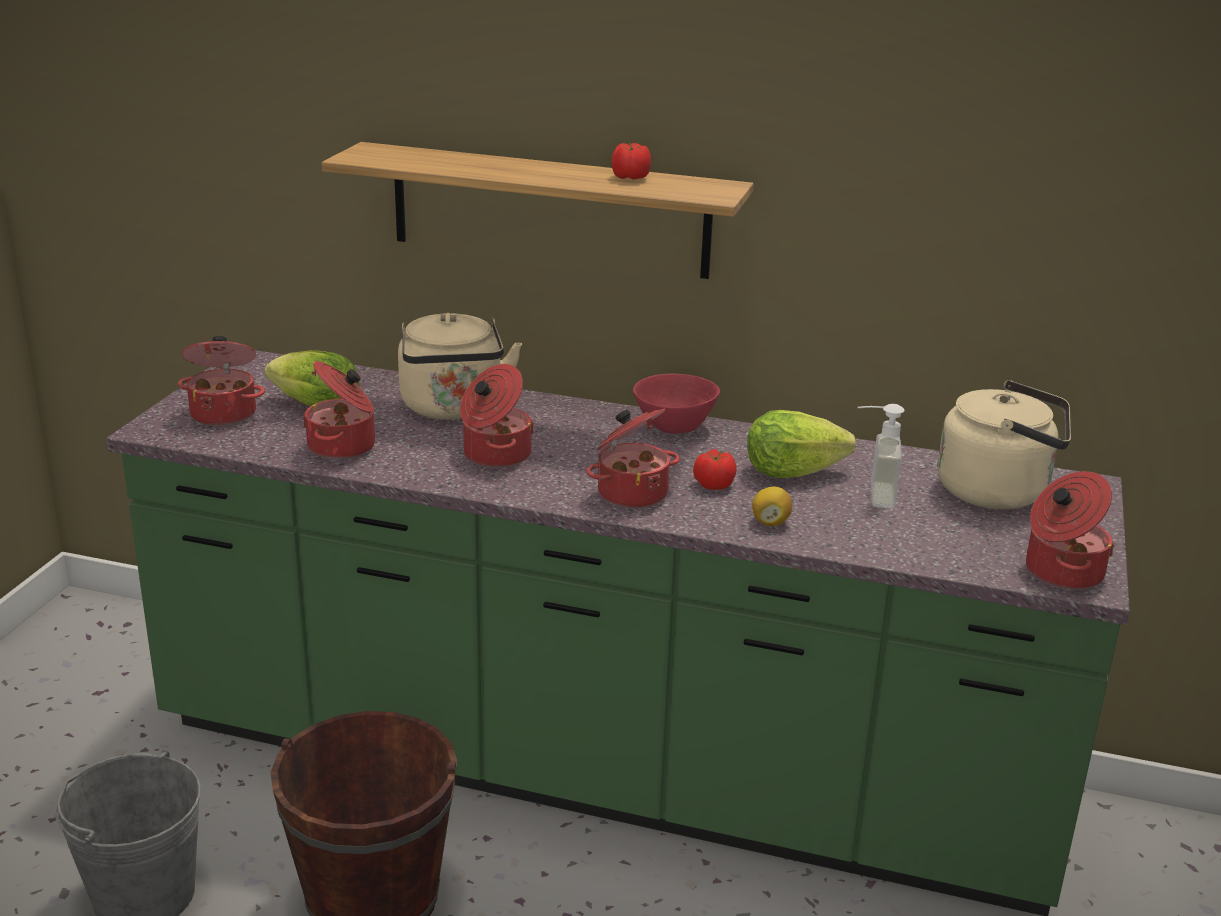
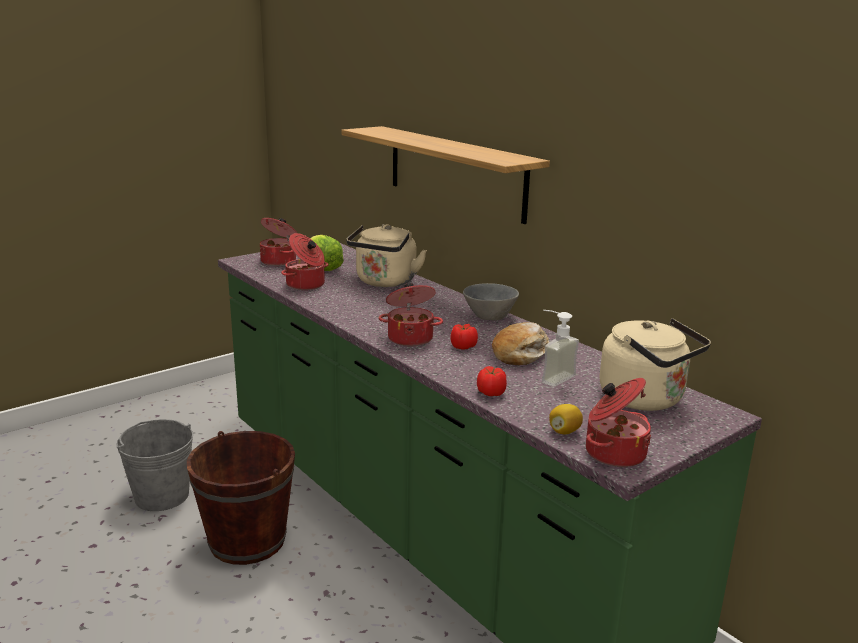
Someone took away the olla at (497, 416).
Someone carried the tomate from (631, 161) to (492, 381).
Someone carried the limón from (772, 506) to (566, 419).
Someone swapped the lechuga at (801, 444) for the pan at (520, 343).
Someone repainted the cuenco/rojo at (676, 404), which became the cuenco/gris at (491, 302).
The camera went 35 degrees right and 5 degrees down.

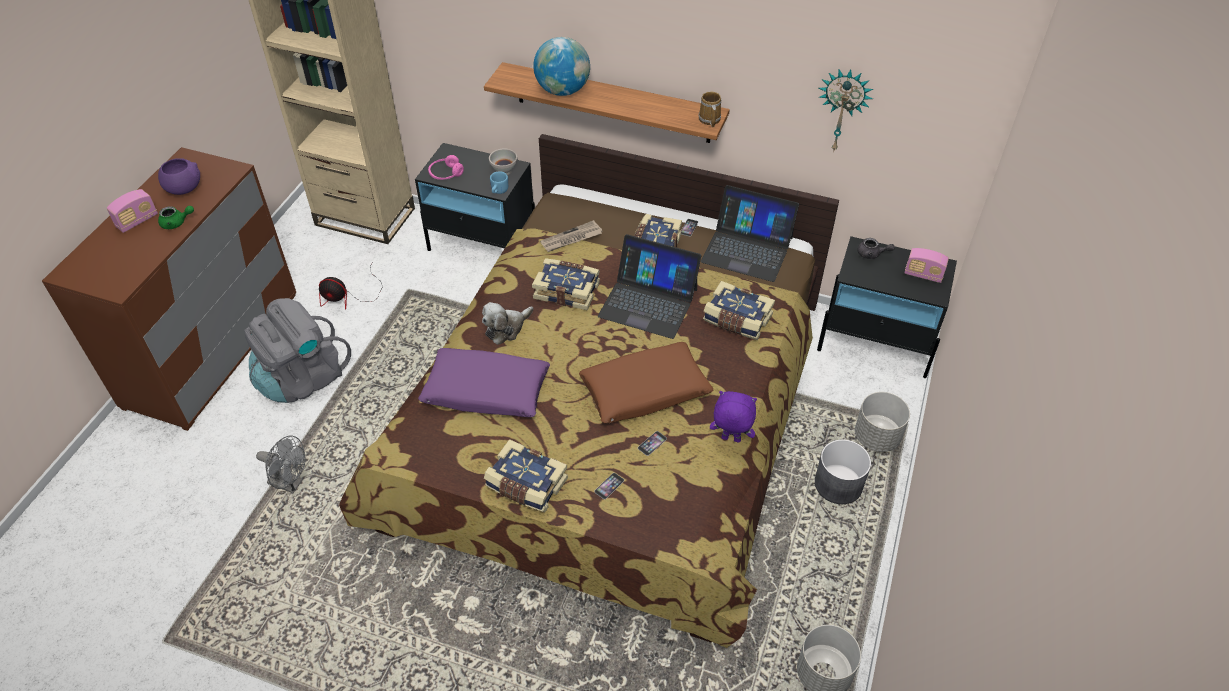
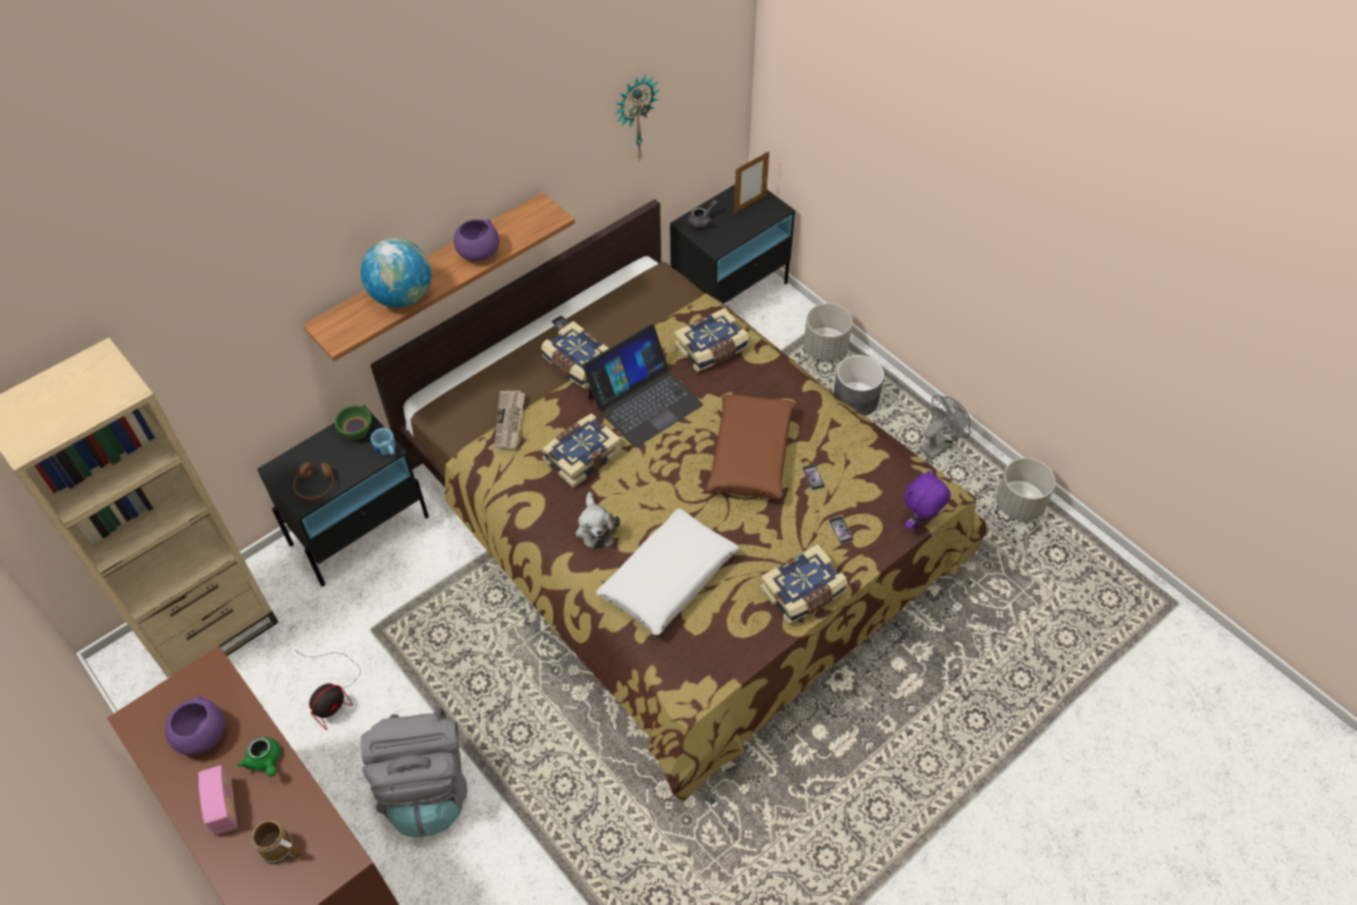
Someone took away the portátil at (750, 233).
Someone put down the cuenco/morado at (476, 240).
Someone carried the ventilador/gris from (281, 464) to (945, 427).
Someone carried the taza grande from (709, 109) to (276, 842).
Someone carried the peluche/morado from (733, 417) to (927, 499).
Someone swapped the radio at (927, 265) for the portarretratos at (751, 182).
Someone repainted the cojín/morado at (484, 382), which became the cojín/blanco at (667, 571).
Someone repainted the auriculares/rosa at (446, 167), which became the auriculares/marrón at (313, 481).
Someone repainted the cuenco/blanco at (503, 162), which became the cuenco/verde at (353, 423).
Someone rotated the tetera/verde at (176, 217) by 120 degrees clockwise.
The camera went 60 degrees left and 5 degrees up.

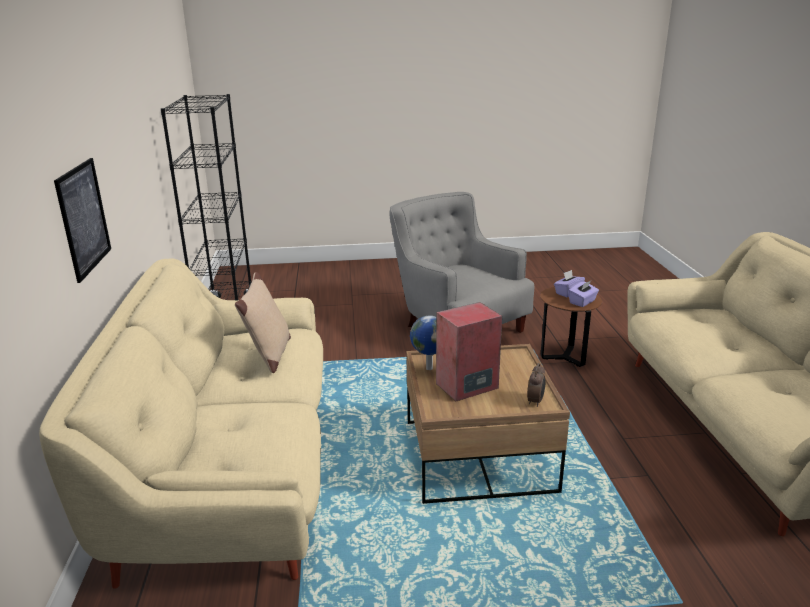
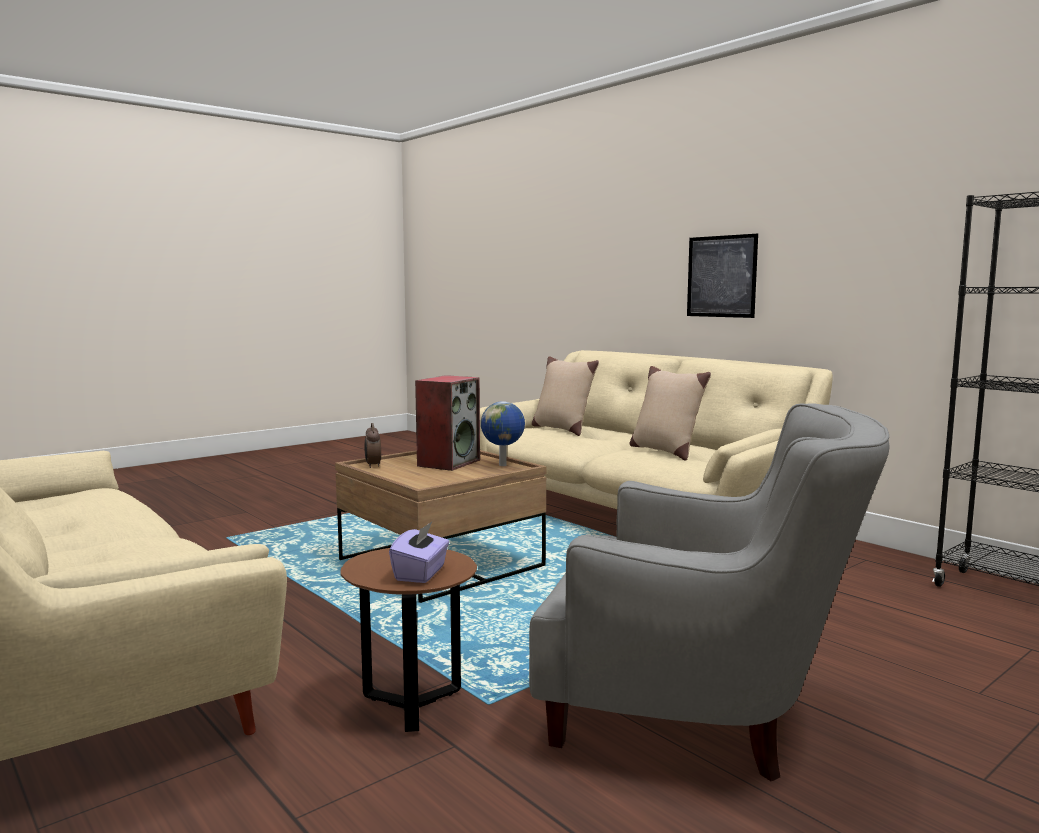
Someone took away the caja de pañuelos/morado at (583, 294).
Someone put down the cojín/beis at (565, 396).
The camera went 145 degrees right and 15 degrees down.

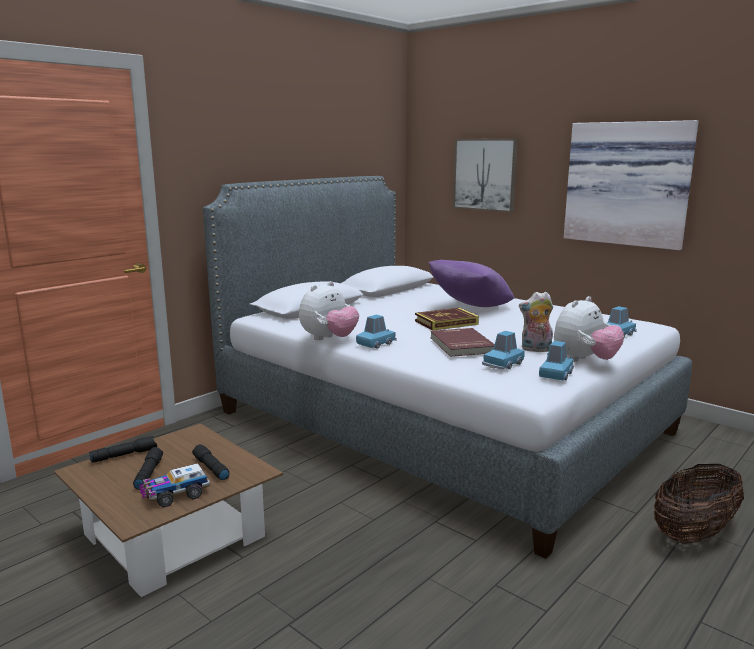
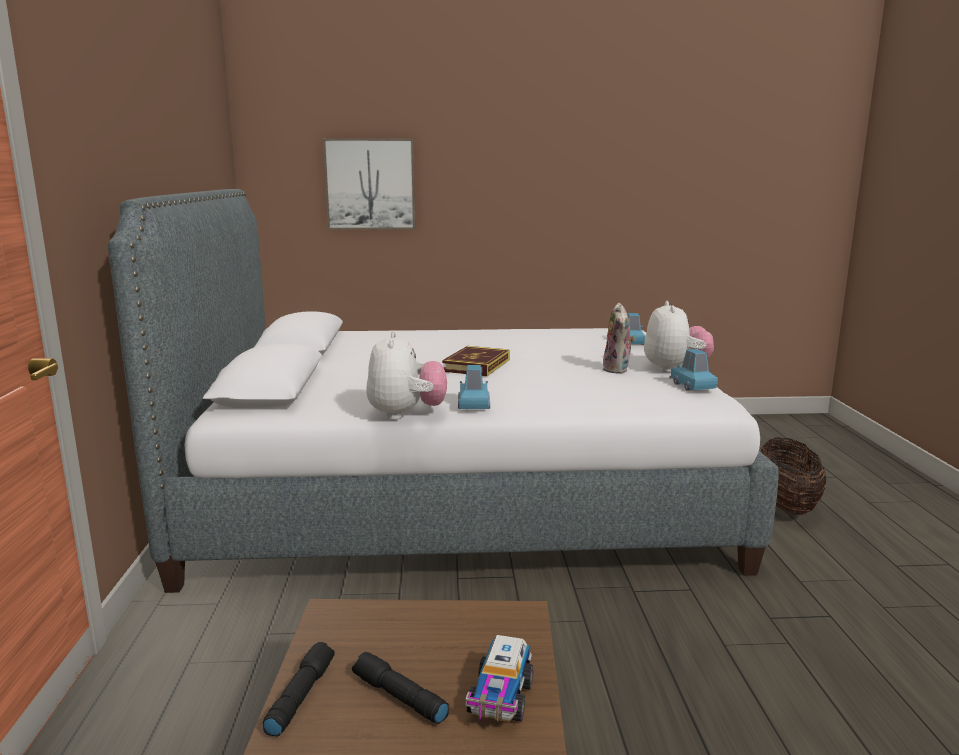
Someone took away the linterna/negro at (210, 462).
Someone took away the cojín/morado at (471, 283).
Someone took away the libro/rojo at (462, 342).
Someone took away the coche de juguete/azul at (503, 350).
Someone took away the cuadro at (631, 185).
Someone rotated the peluche at (536, 322) by 45 degrees counterclockwise.
The camera went 45 degrees left and 0 degrees up.

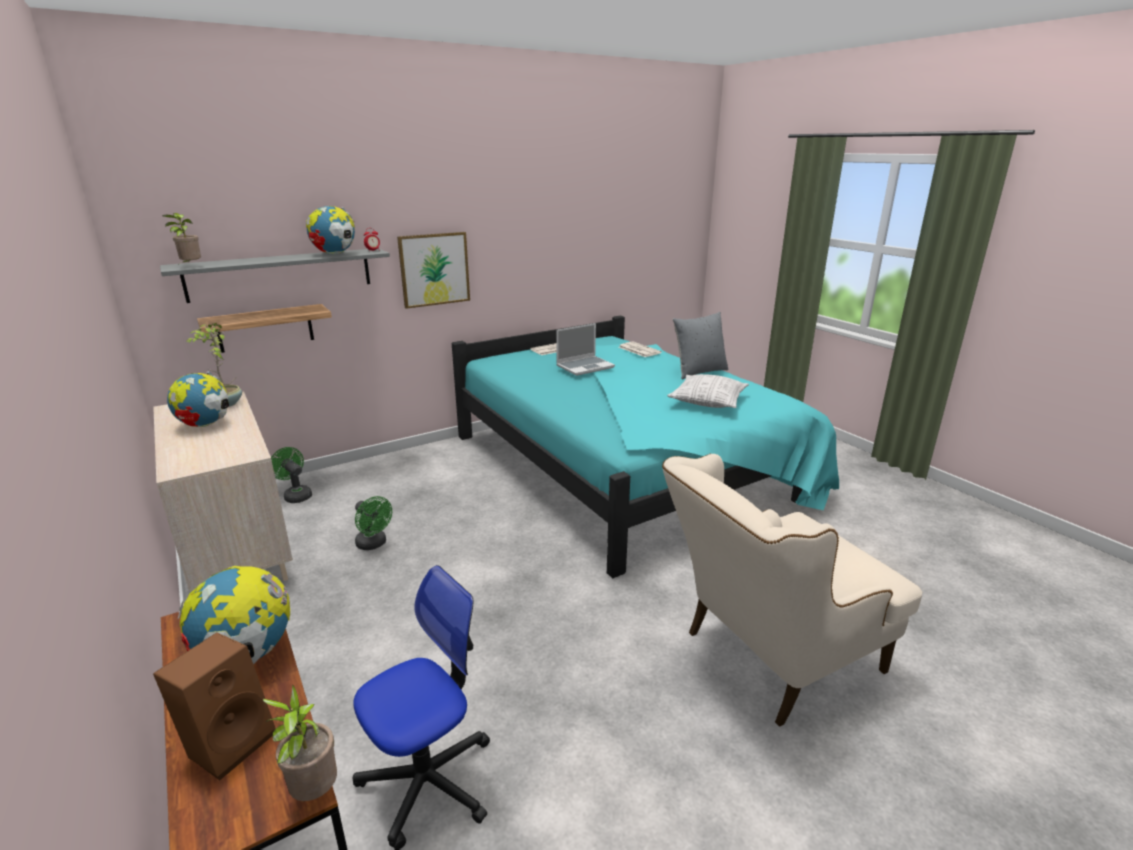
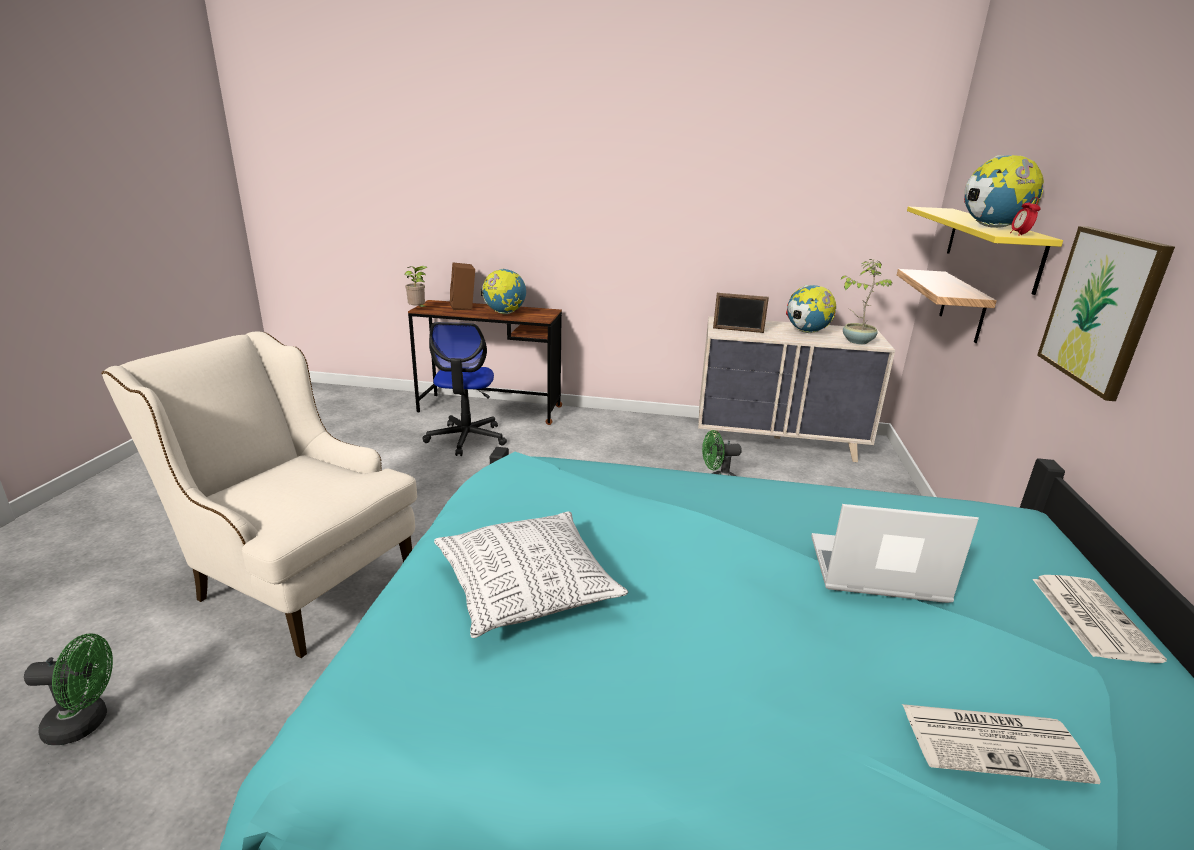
Someone took away the planta en maceta at (182, 239).
Someone took away the cojín/gris at (700, 345).
Someone put down the portarretratos at (741, 313).
Someone carried the ventilador/verde from (291, 475) to (68, 689).
Someone repainted the estante/gris at (275, 275), which became the estante/amarillo at (985, 251).
Someone rotated the portátil at (585, 349) by 90 degrees clockwise.
Someone rotated the sillón/beis at (792, 590) by 75 degrees counterclockwise.
The camera went 130 degrees right and 0 degrees up.

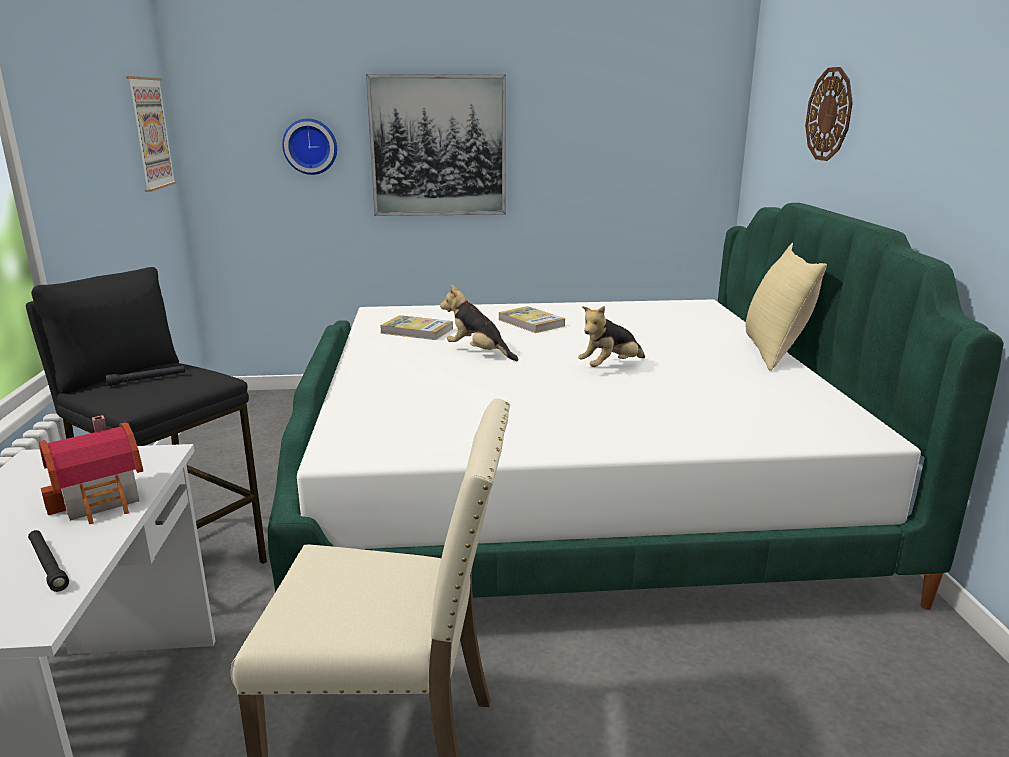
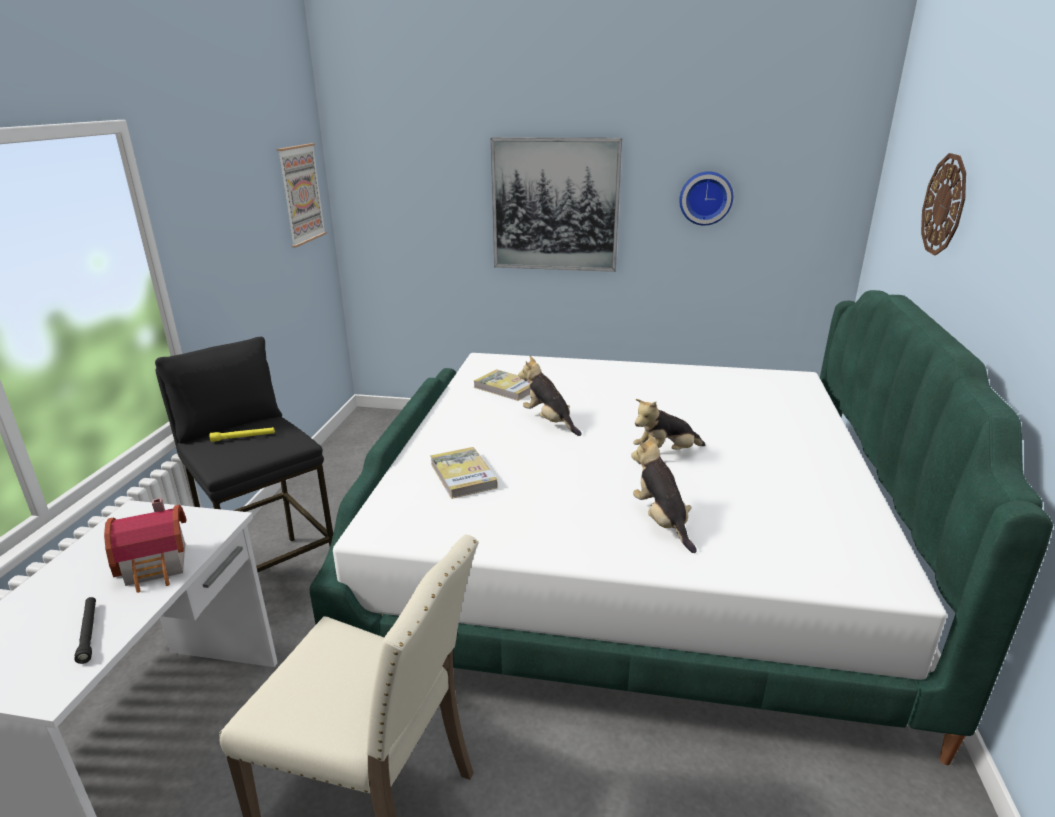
Someone took away the cojín/beis at (786, 307).
Someone put down the peluche at (664, 493).
Someone carried the reloj de pared from (309, 147) to (706, 198).
Someone carried the libro from (531, 319) to (464, 473).
Someone repainted the linterna/negro at (145, 375), which became the linterna/amarillo at (242, 434).
The camera went 15 degrees right and 5 degrees up.

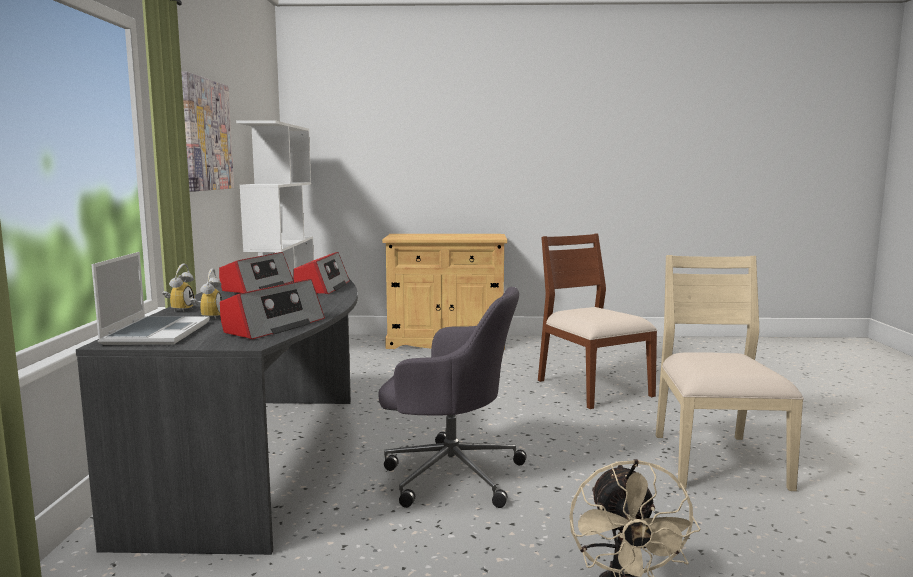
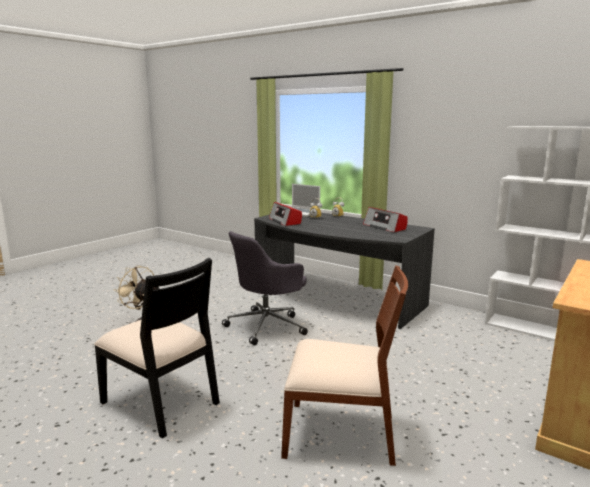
Someone took away the cuadro at (207, 132).
Someone took away the radio at (321, 273).
Someone repainted the silla/beis at (730, 373), which became the silla/negro at (157, 348).
The camera went 125 degrees right and 5 degrees up.

